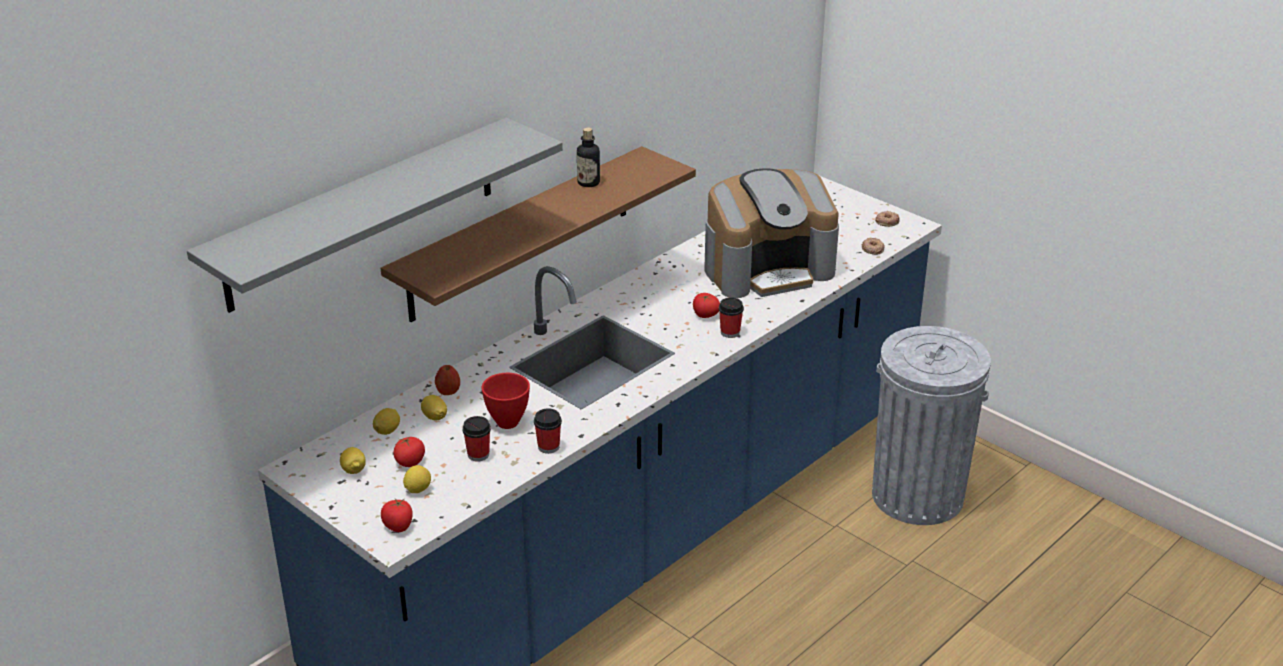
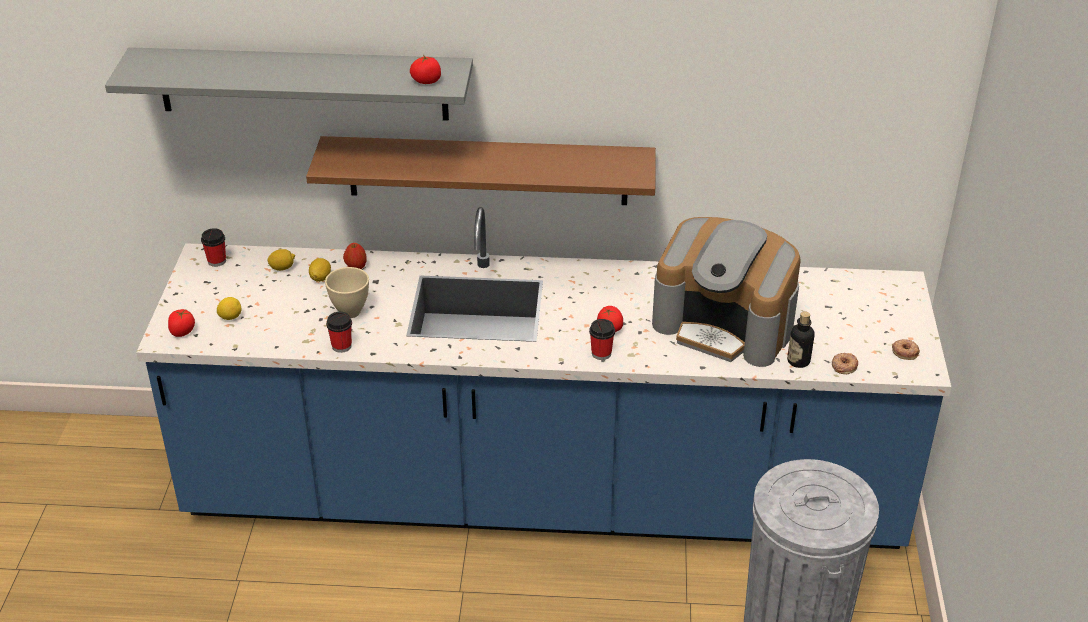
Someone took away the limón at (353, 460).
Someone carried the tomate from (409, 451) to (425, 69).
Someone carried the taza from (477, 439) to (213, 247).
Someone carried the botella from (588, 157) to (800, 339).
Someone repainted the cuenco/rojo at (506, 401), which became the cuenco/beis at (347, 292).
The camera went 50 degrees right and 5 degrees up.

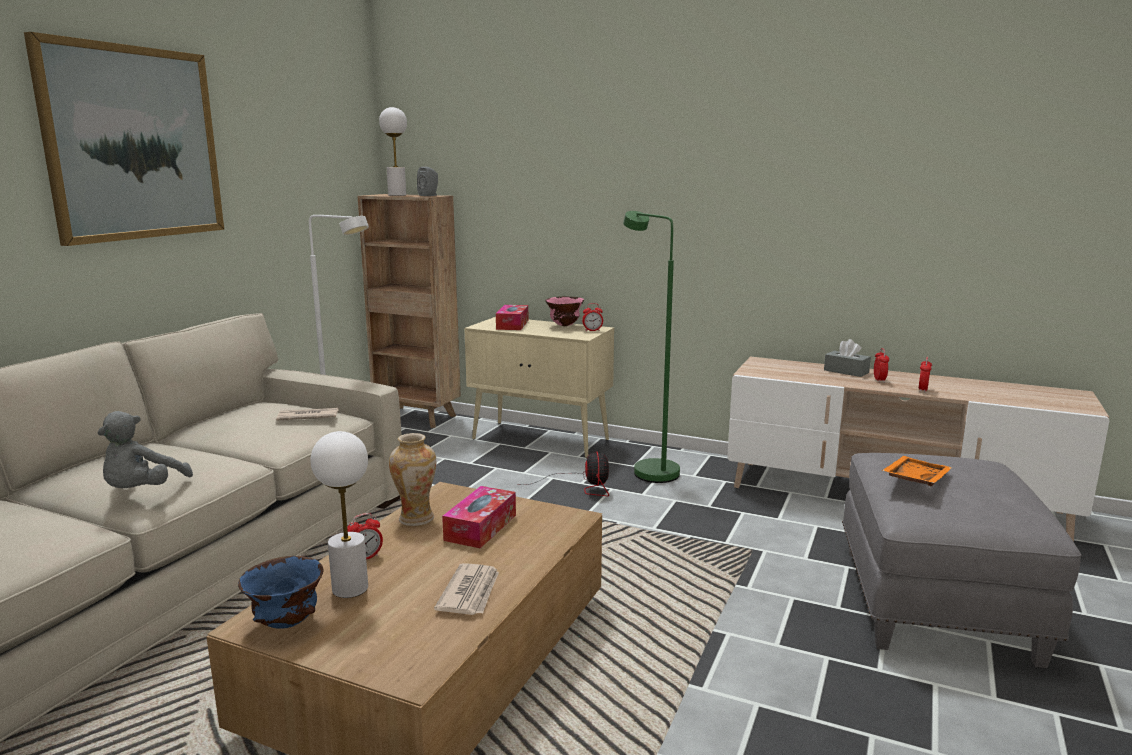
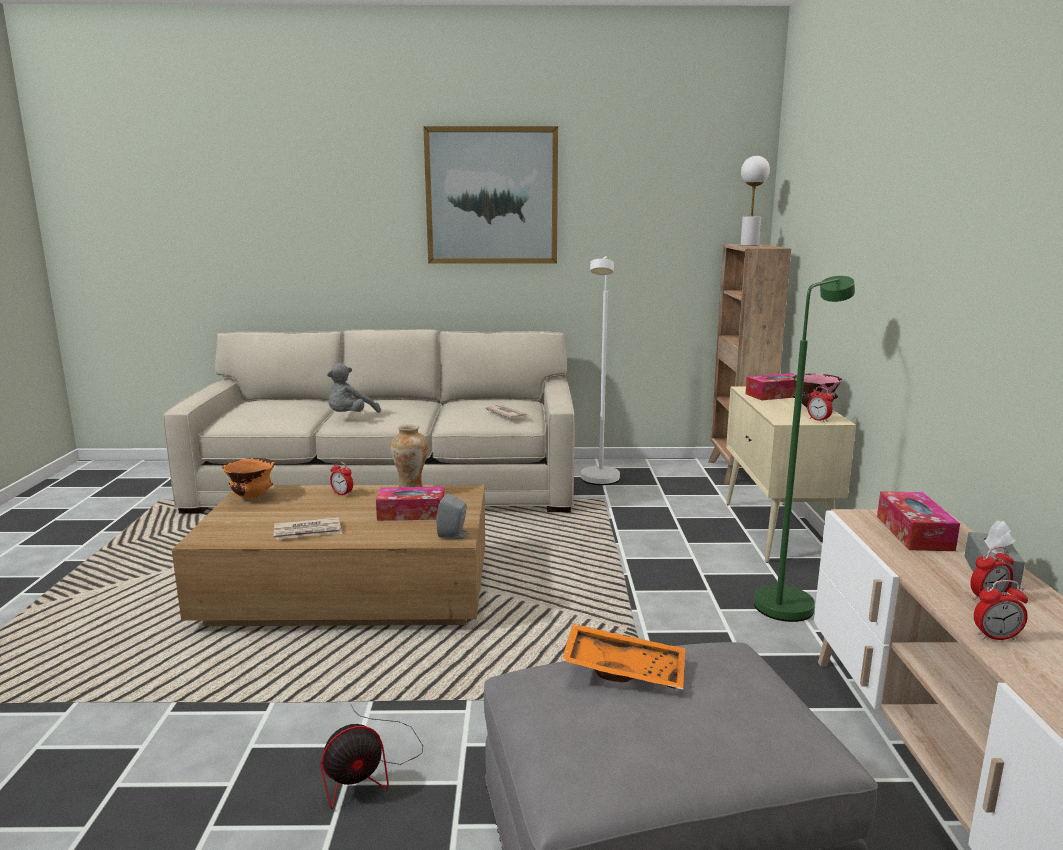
Someone took away the lámpara de mesa/blanco at (339, 514).
Someone put down the caja de pañuelos at (918, 521).
Someone carried the altavoz/gris from (427, 181) to (452, 516).
Someone carried the ventilador from (565, 473) to (371, 757).
Someone repainted the cuenco/azul at (280, 592), which became the cuenco/naranja at (248, 478).
Someone rotated the peluche/gris at (145, 449) by 45 degrees counterclockwise.
The camera went 65 degrees right and 0 degrees up.

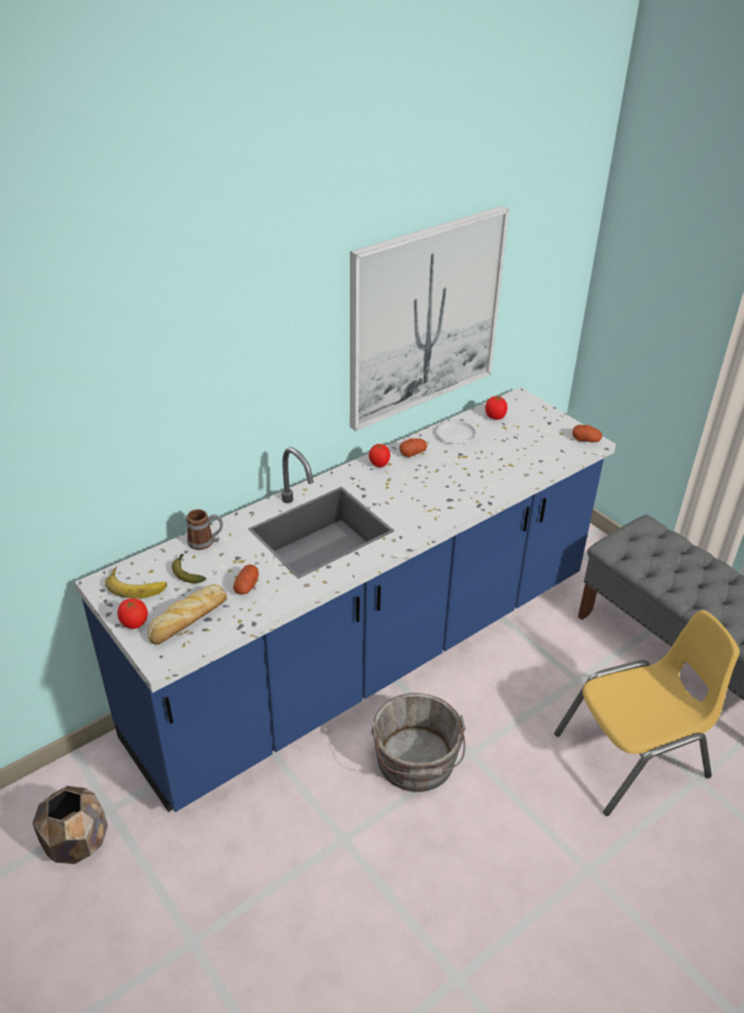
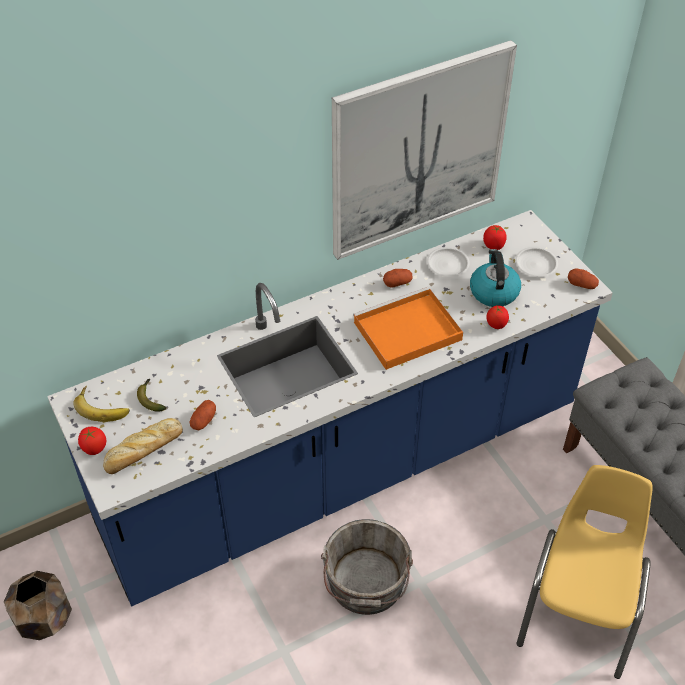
Someone took away the taza grande at (204, 529).
Someone put down the bandeja/naranja at (408, 328).
Someone put down the hervidor at (495, 278).
Someone put down the plato/blanco at (536, 262).
Someone carried the tomate from (379, 455) to (497, 317).
Someone rotated the silla/amarillo at (647, 713) by 60 degrees counterclockwise.
The camera went 10 degrees right and 10 degrees up.

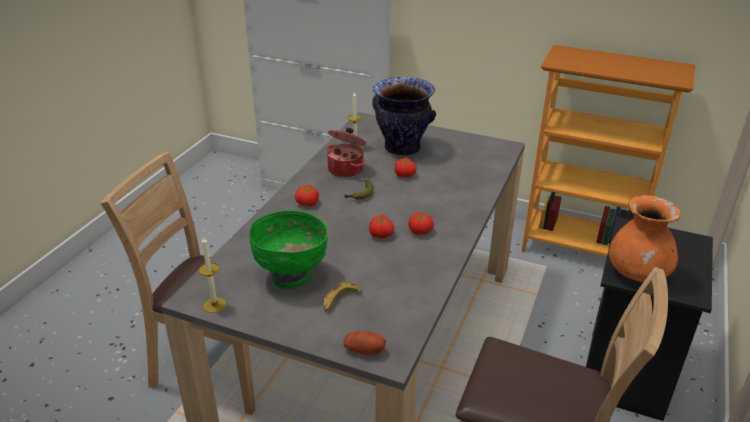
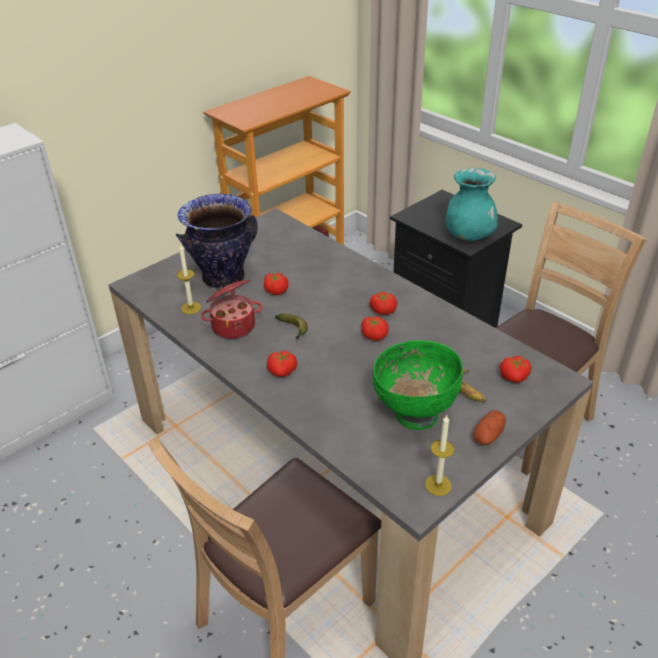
Someone put down the tomate at (515, 369).
Someone carried the patata from (364, 342) to (489, 427).
Someone repainted the florero/naranja at (645, 238), which became the florero/turquesa at (472, 204).
The camera went 65 degrees left and 5 degrees up.

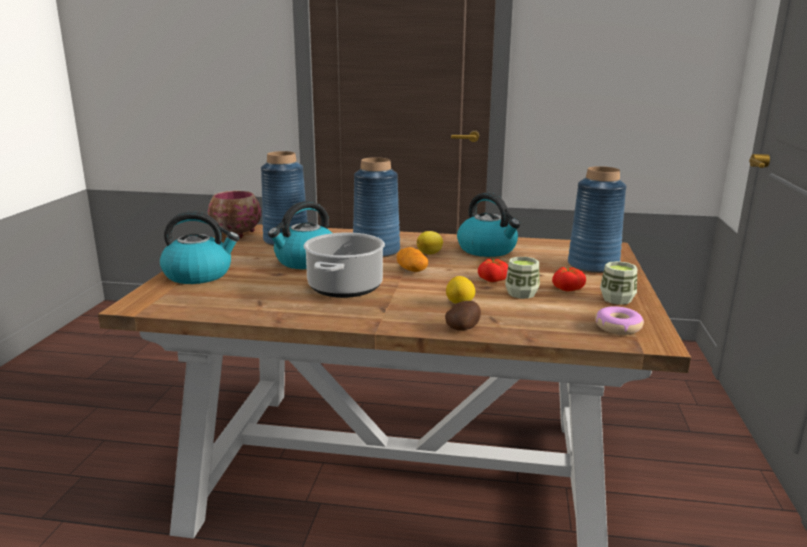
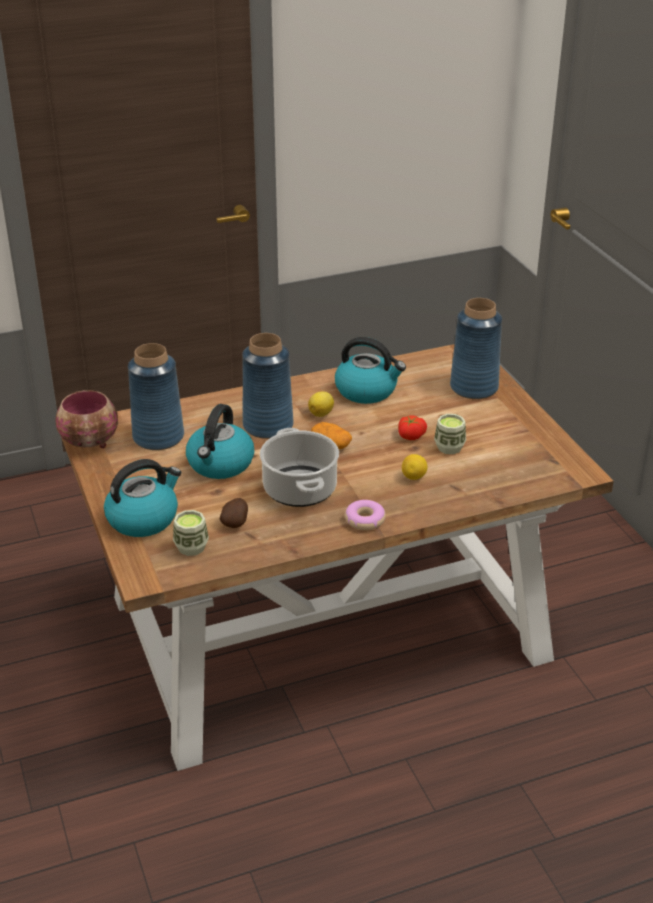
Someone took away the tomate at (569, 279).
Someone carried the patata from (463, 316) to (234, 513).
Someone carried the rosquilla from (619, 320) to (365, 515).
Someone carried the taza from (618, 283) to (191, 533).
The camera went 30 degrees left and 15 degrees up.

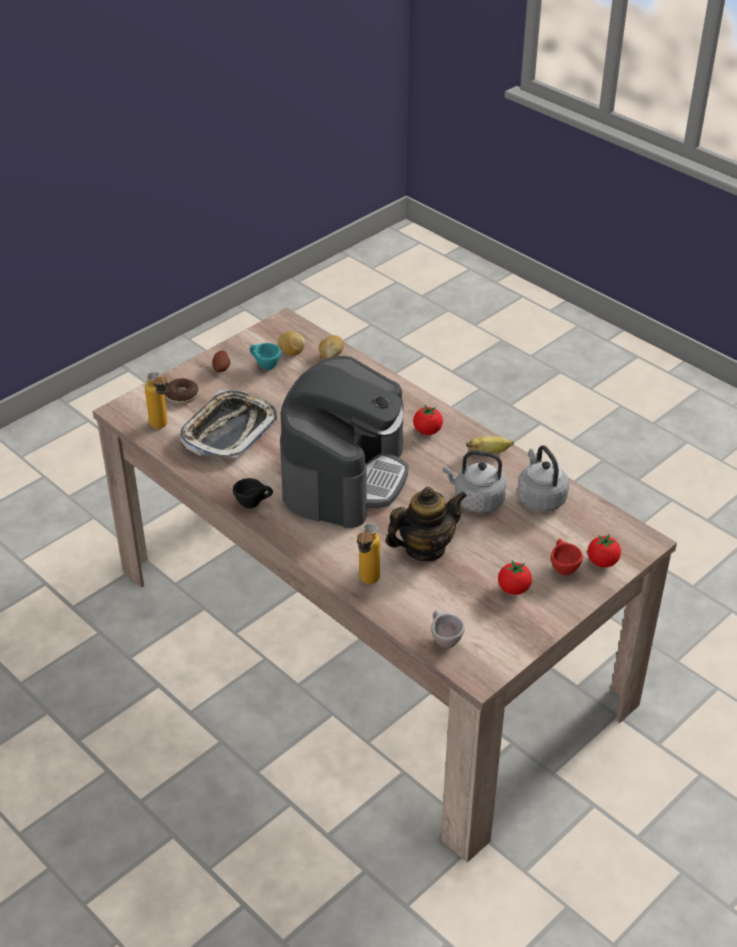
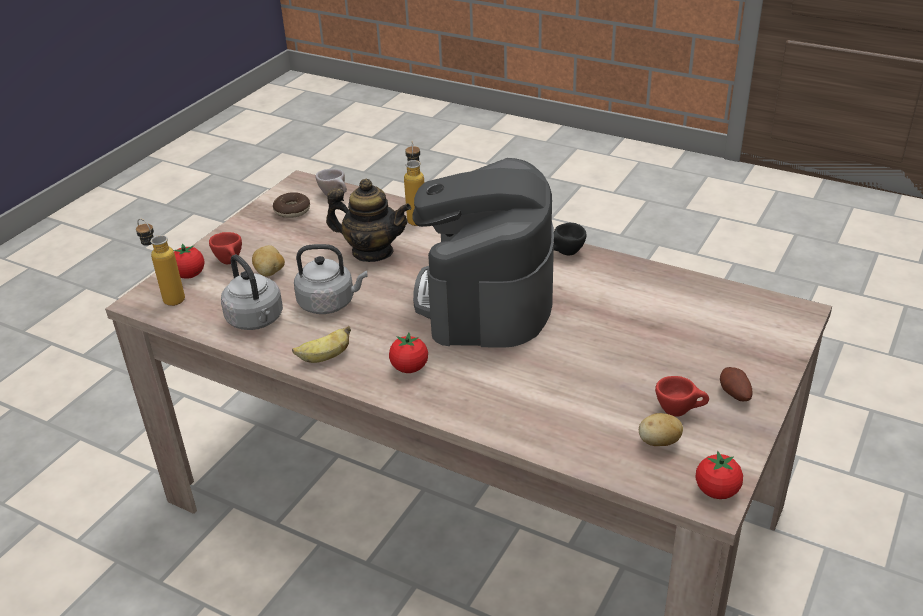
Someone took away the bandeja at (229, 424).
Someone carried the botella from (156, 400) to (160, 262).
Someone carried the rosquilla from (181, 391) to (291, 205).
Someone carried the patata from (331, 347) to (268, 261).
Someone carried the tomate from (515, 578) to (719, 475).
Someone repainted the taza/turquesa at (265, 356), which became the taza/rojo at (682, 396).
Someone rotated the tetera at (426, 524) by 120 degrees counterclockwise.
The camera went 165 degrees right and 5 degrees down.

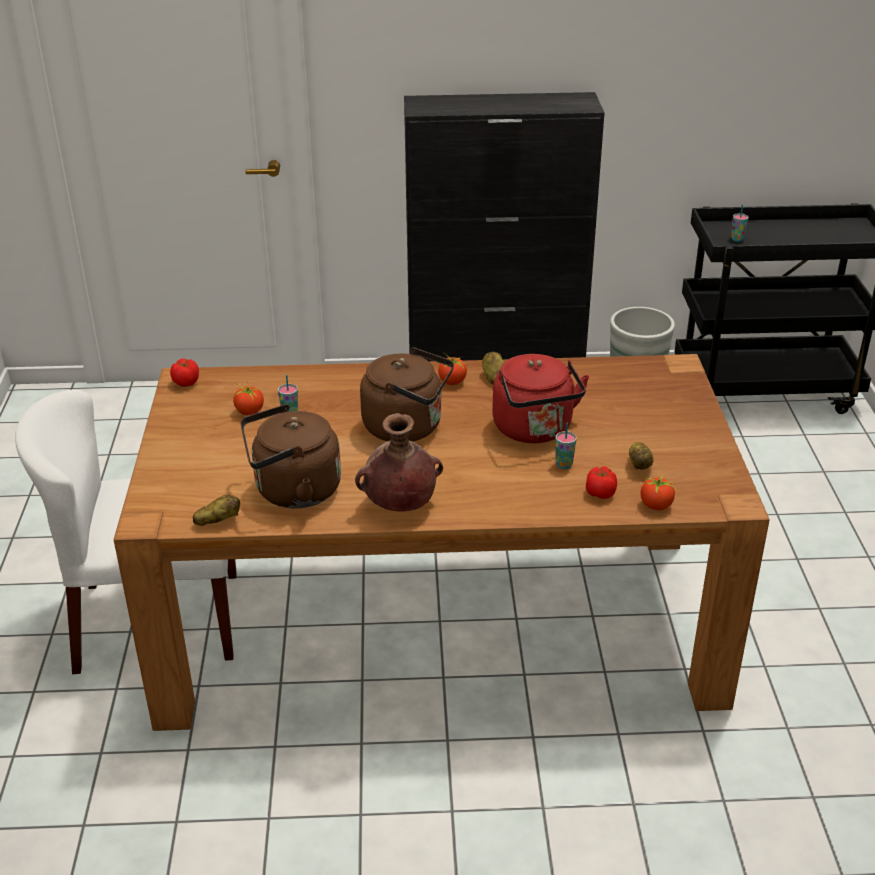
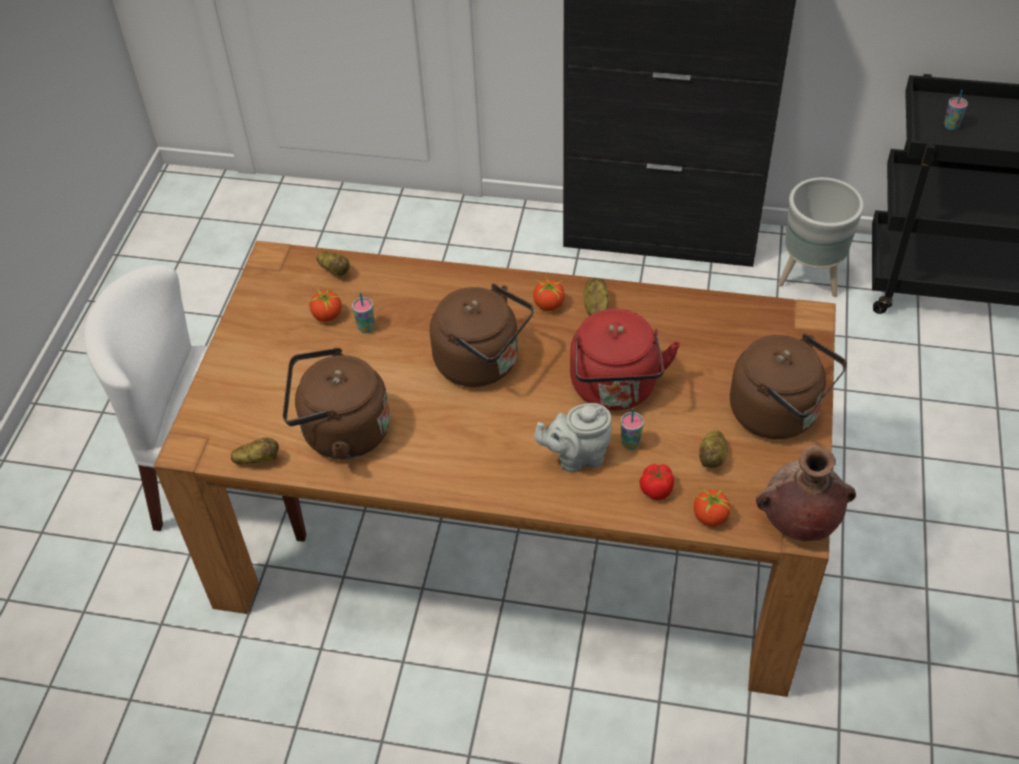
Someone took away the tomate at (184, 373).
Someone put down the patata at (333, 264).
Someone put down the tetera/gris at (573, 437).
Someone put down the hervidor/marrón at (788, 386).
Someone carried the florero/marrón from (399, 462) to (806, 493).
The camera went 15 degrees right and 15 degrees up.

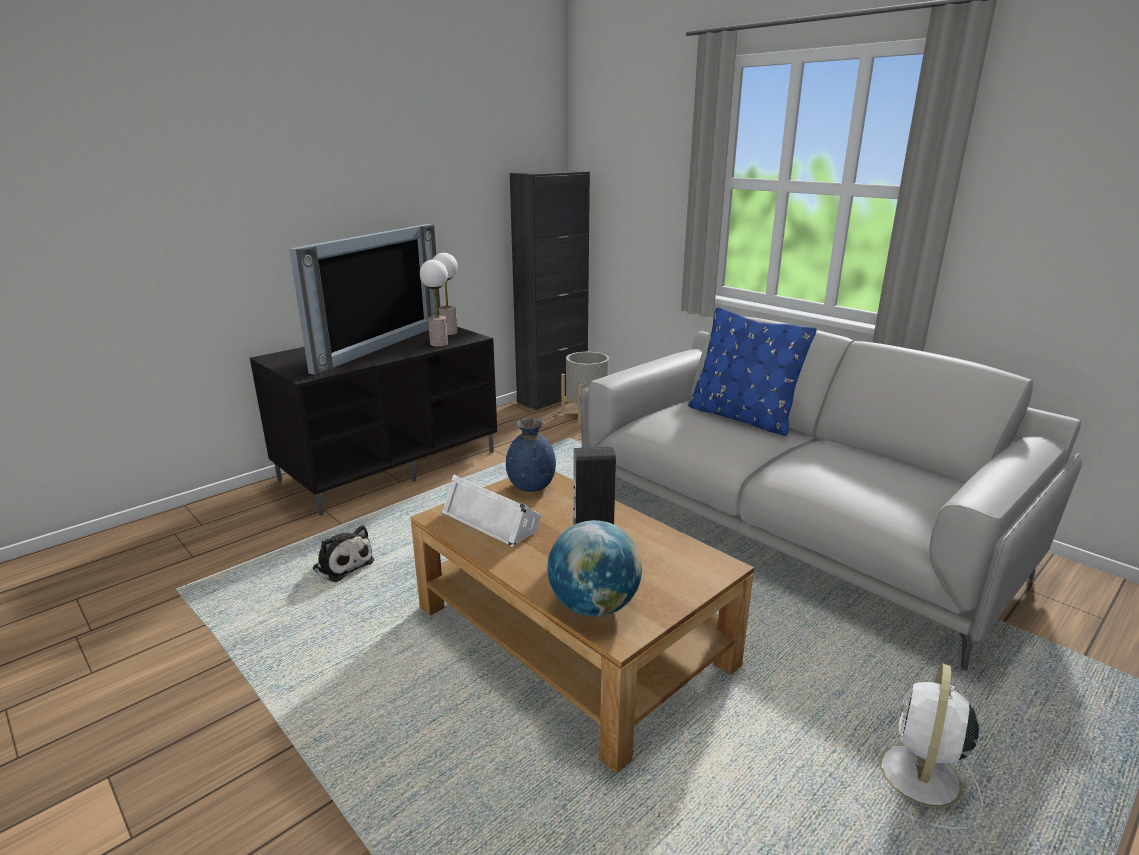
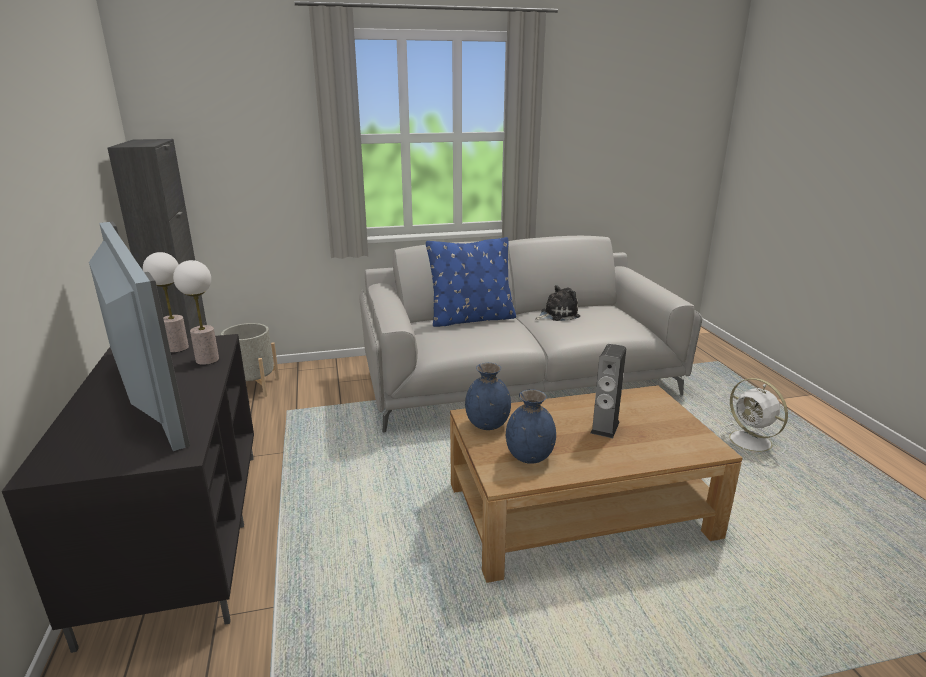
Someone took away the globo terráqueo at (594, 568).
Someone carried the peluche from (343, 553) to (557, 303).
Someone swapped the altavoz/blanco at (491, 510) for the florero/azul at (531, 427).
The camera went 60 degrees left and 0 degrees up.

